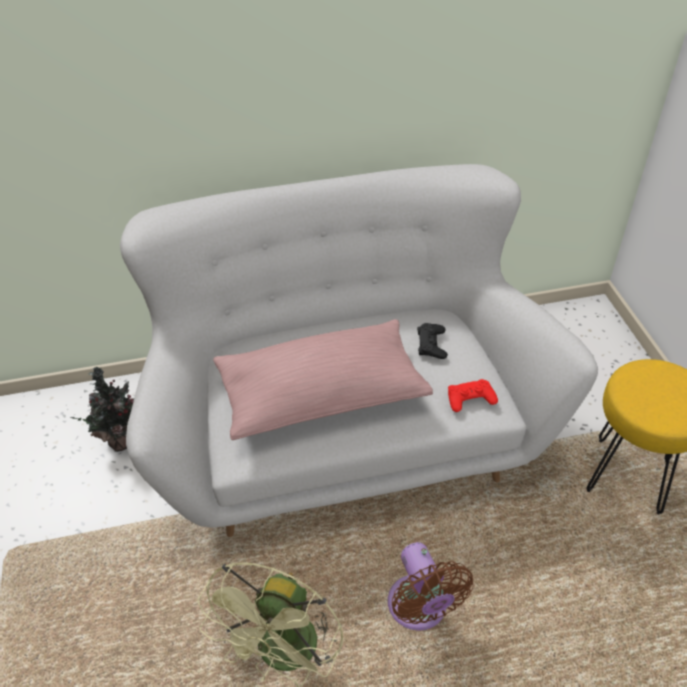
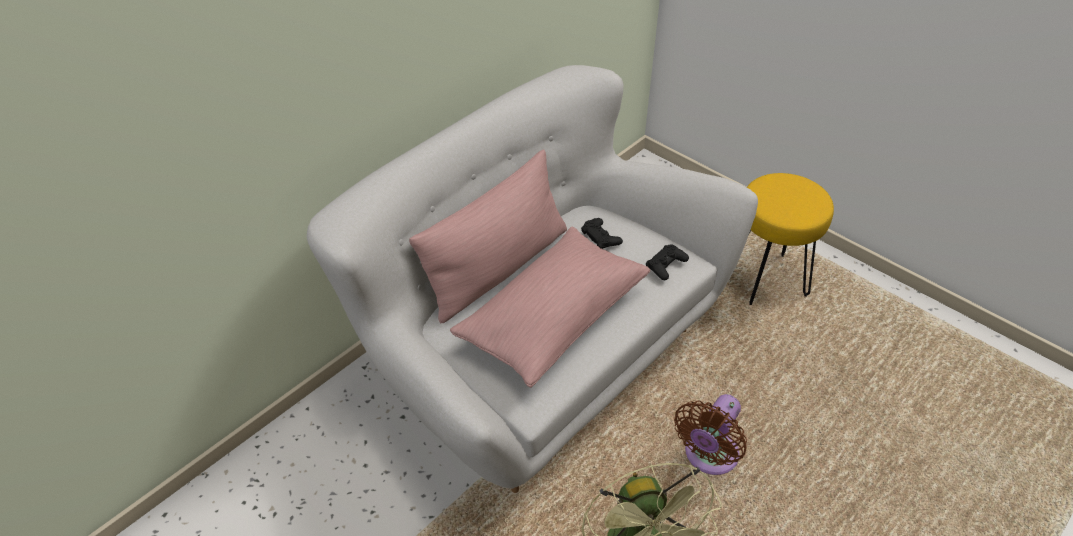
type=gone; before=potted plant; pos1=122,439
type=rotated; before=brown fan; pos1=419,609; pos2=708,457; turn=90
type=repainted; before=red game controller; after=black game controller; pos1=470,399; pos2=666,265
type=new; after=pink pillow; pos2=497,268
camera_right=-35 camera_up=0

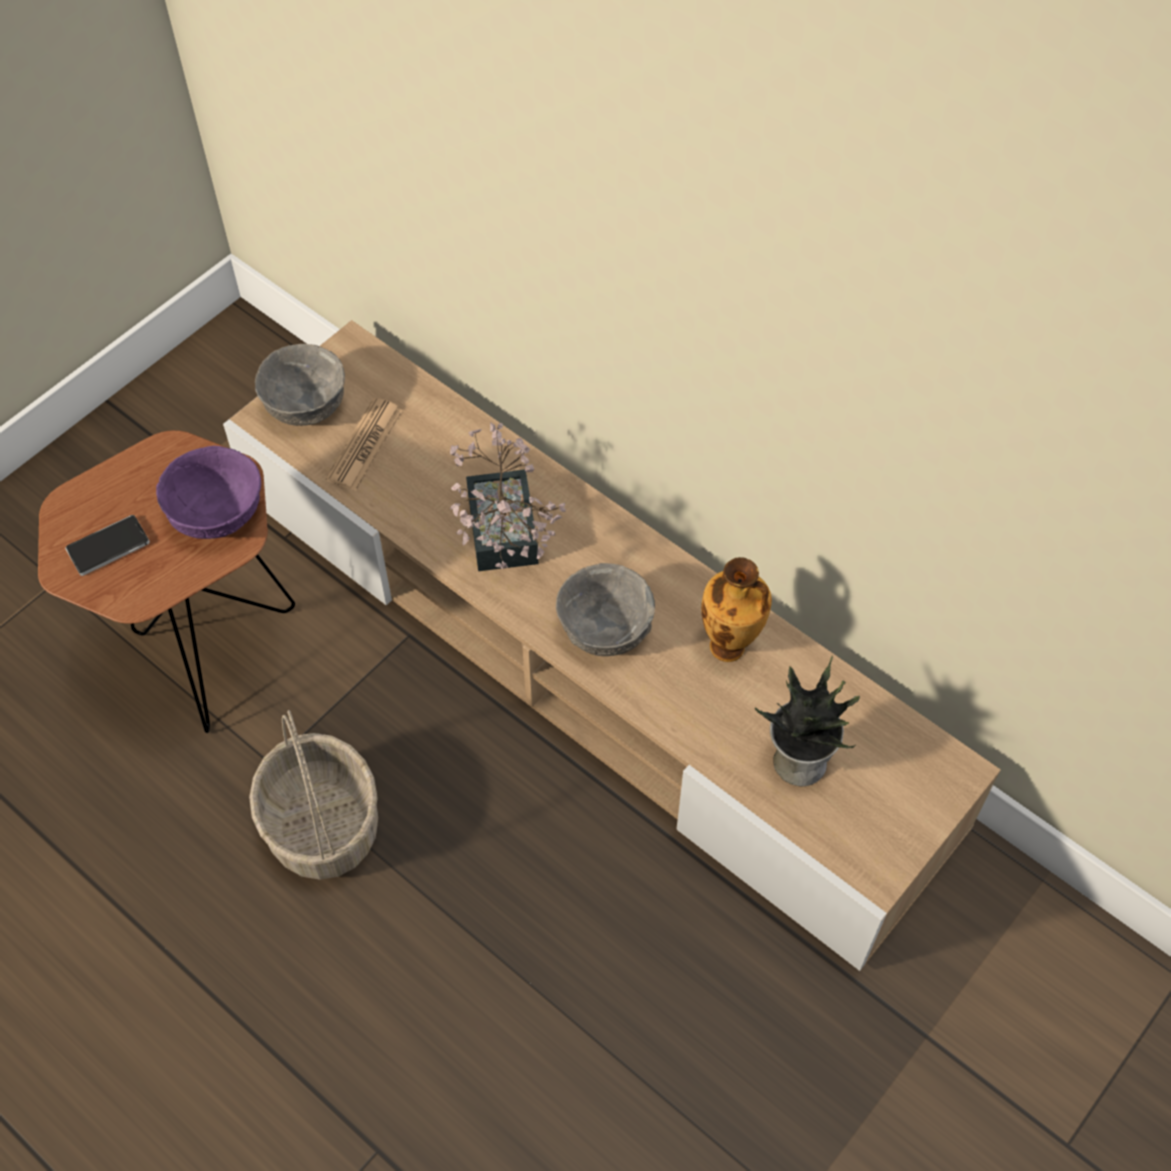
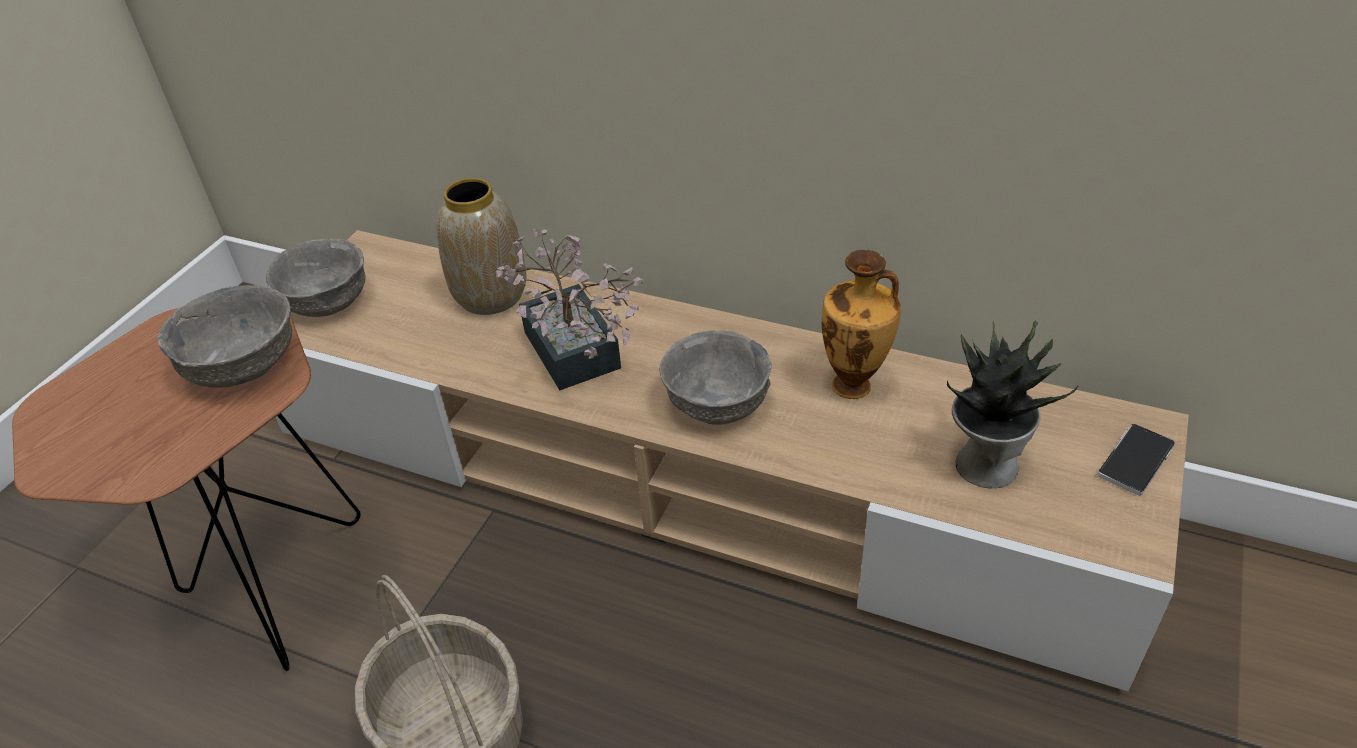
type=shifted; before=phone; pos1=108,546; pos2=1135,461
type=repainted; before=purple bowl; after=grey bowl; pos1=216,515; pos2=243,368
type=gone; before=newspaper; pos1=365,445
type=new; after=vase; pos2=490,296
camera_right=-15 camera_up=-15

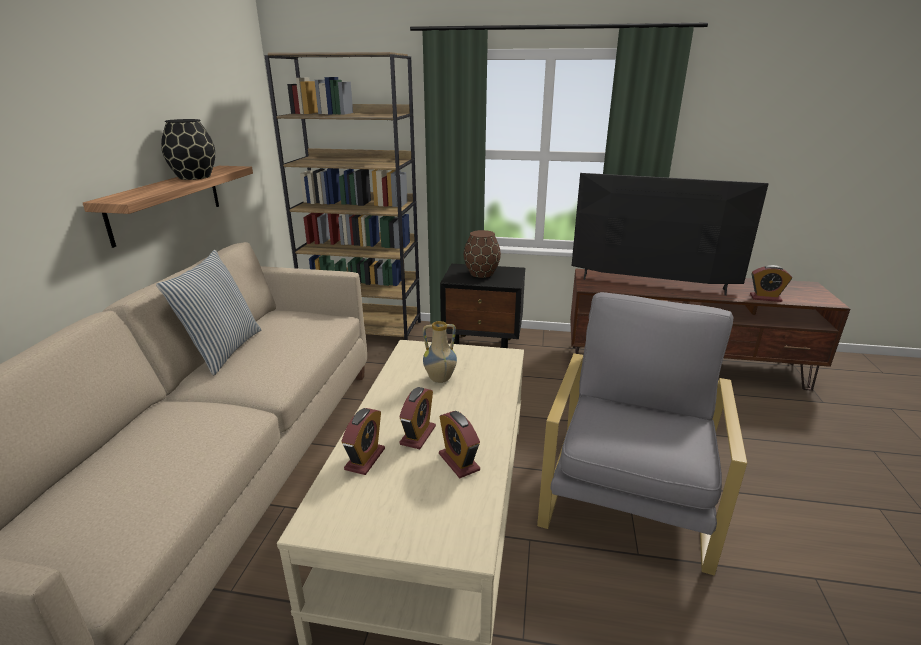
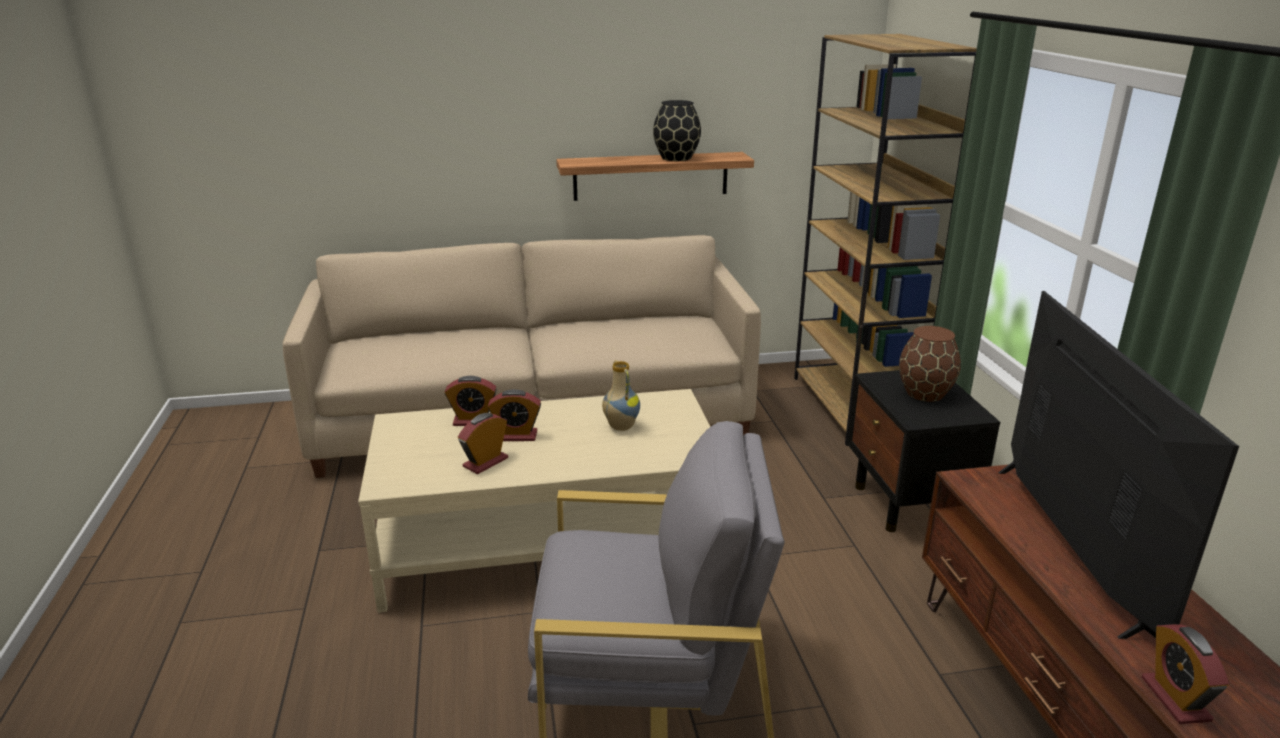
type=gone; before=pillow; pos1=223,350
camera_right=70 camera_up=0

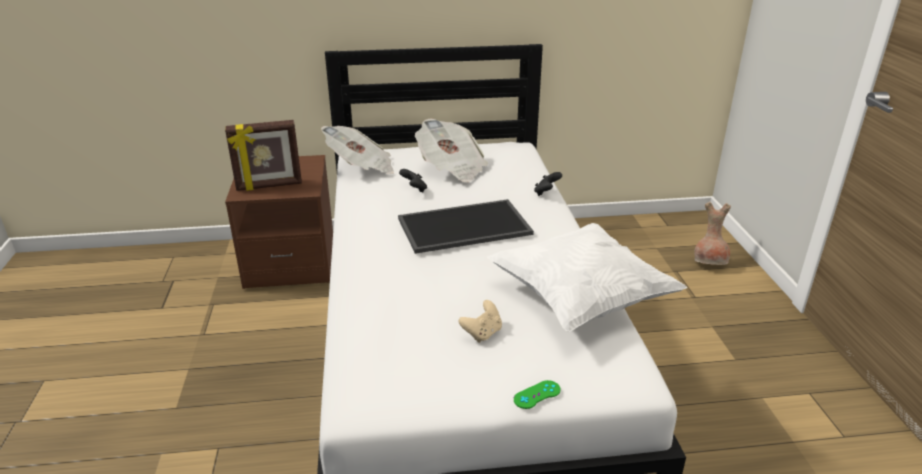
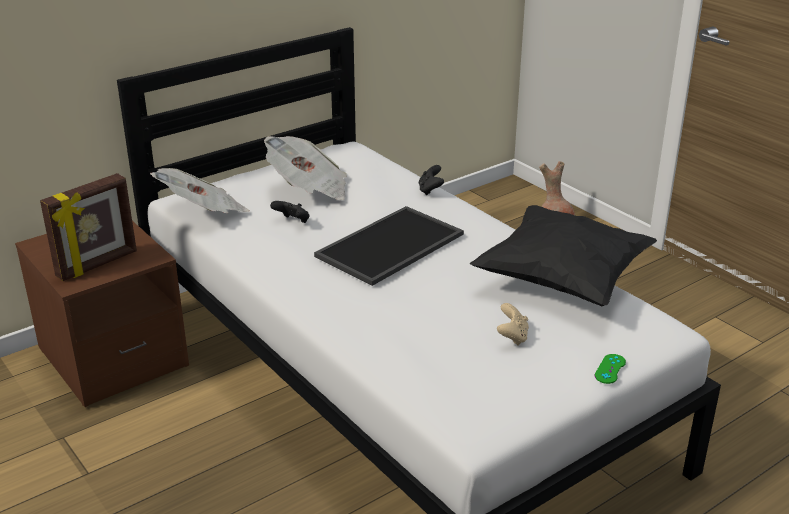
type=repainted; before=white pillow; after=black pillow; pos1=580,299; pos2=562,280
camera_right=-30 camera_up=0

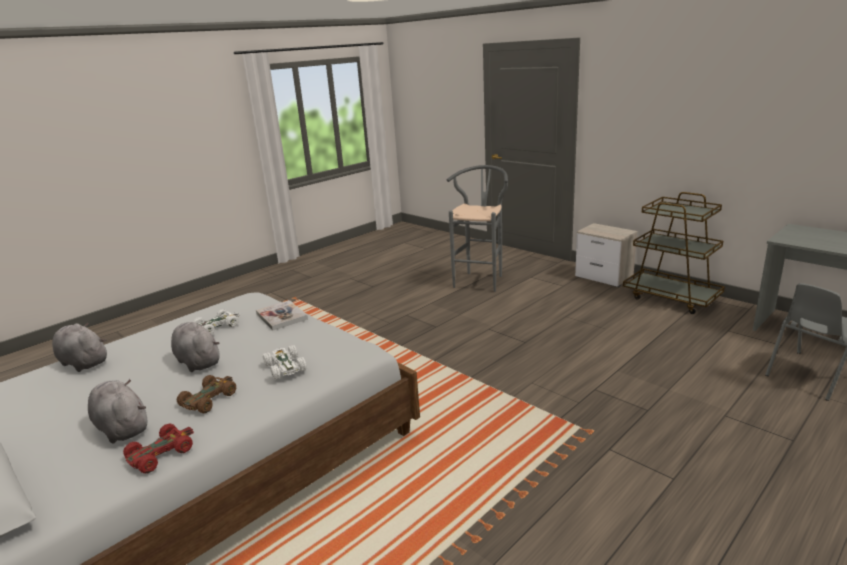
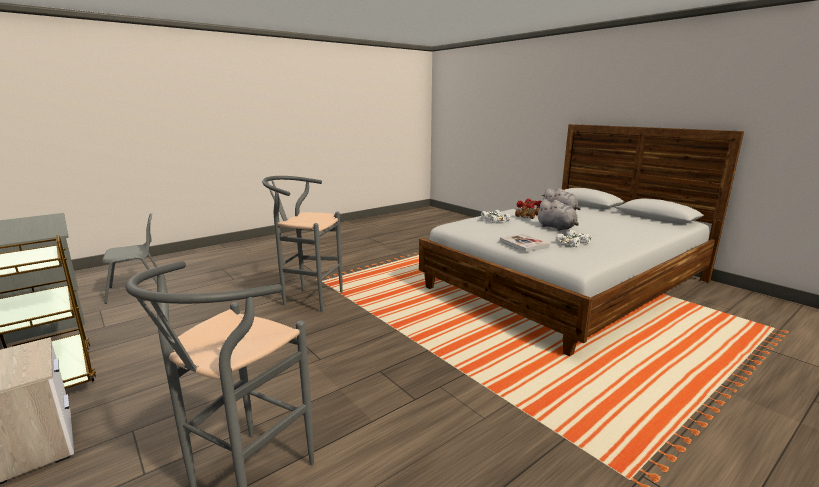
type=gone; before=grey plush toy; pos1=83,362
type=new; after=grey stool; pos2=307,298
camera_right=-175 camera_up=-5

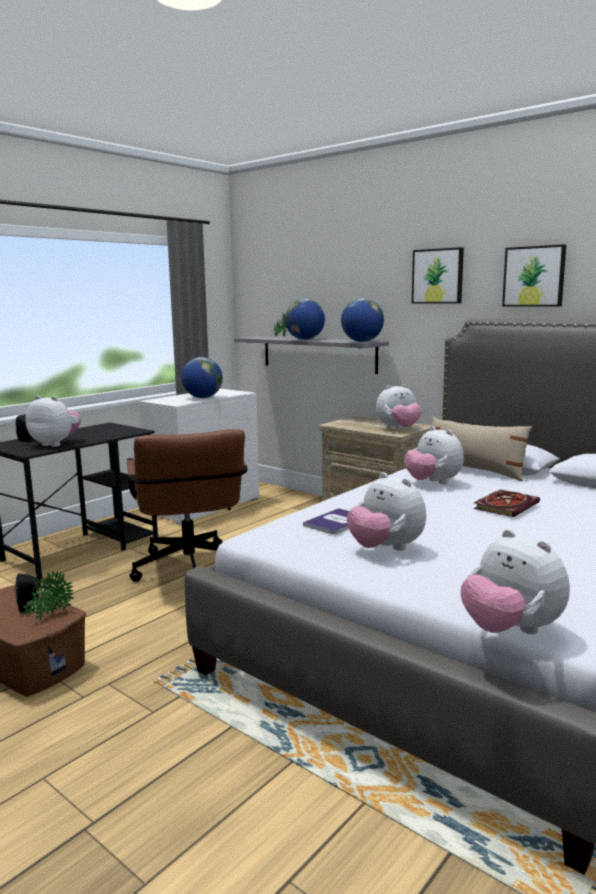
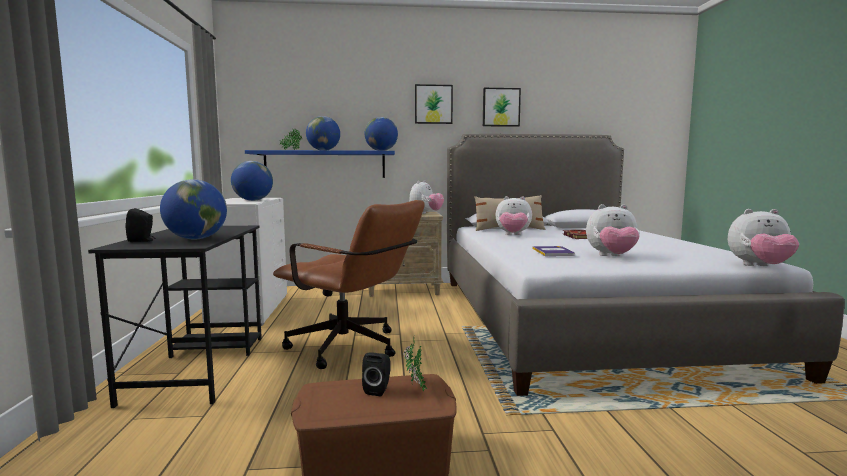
type=swapped; before=plush toy; after=globe; pos1=56,444; pos2=196,239
type=repainted; before=grey shelf; after=blue shelf; pos1=318,354; pos2=325,164
camera_right=-45 camera_up=-5

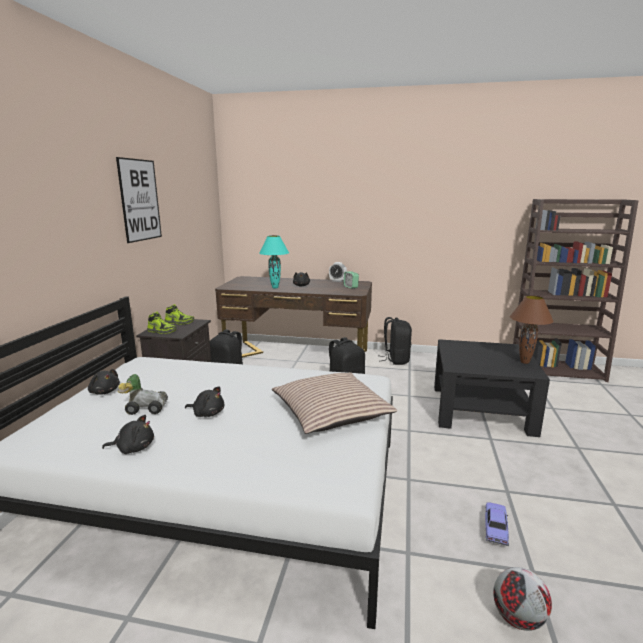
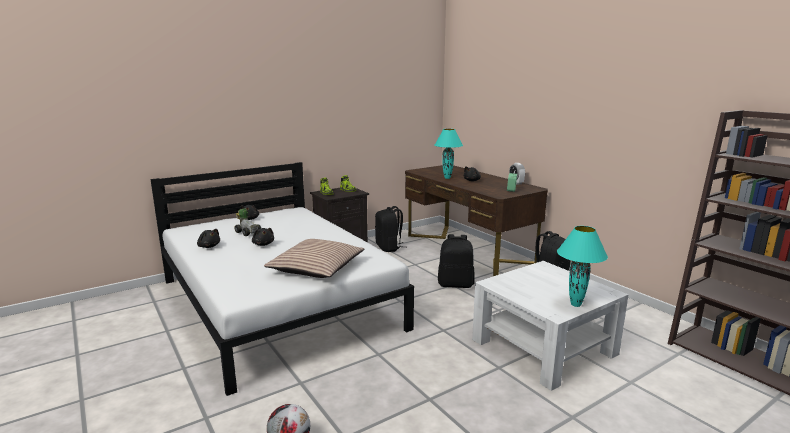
type=gone; before=picture; pos1=140,200
type=repainted; before=black coffee table; after=white coffee table; pos1=481,409; pos2=543,347
type=gone; before=toy car; pos1=495,528
type=repainted; before=brown table lamp; after=turquoise table lamp; pos1=524,362; pos2=575,304
camera_right=45 camera_up=0

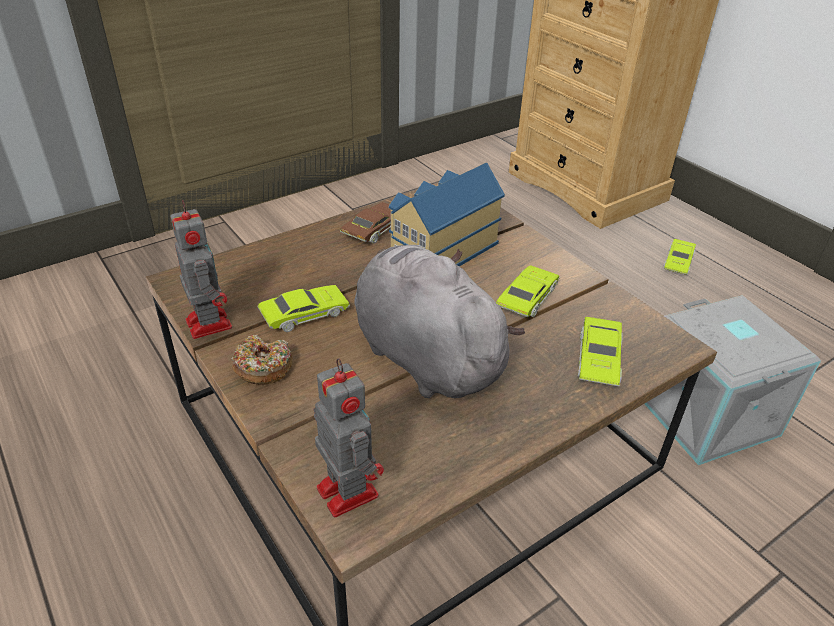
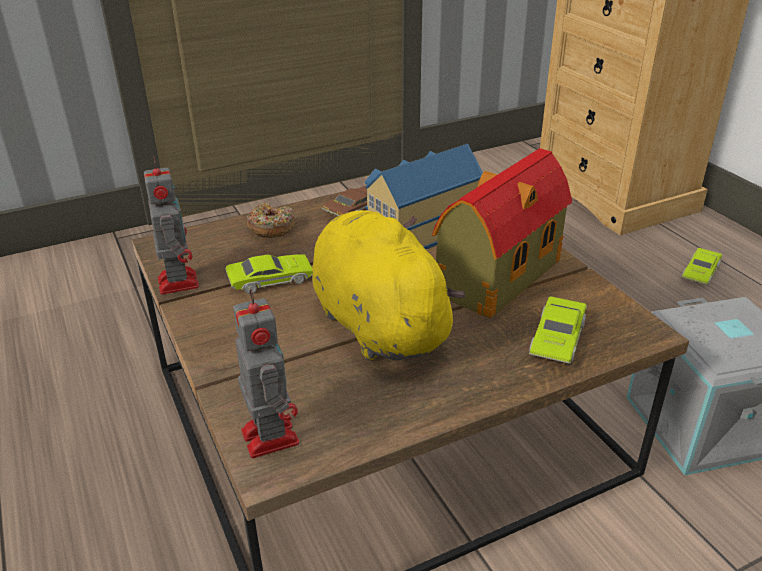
type=shifted; before=donut; pos1=263,367; pos2=271,228
type=repainted; before=grey plush toy; after=yellow plush toy; pos1=423,355; pos2=377,323
type=swapped; before=green toy car; after=toy house; pos1=527,298; pos2=496,278
camera_right=10 camera_up=-5

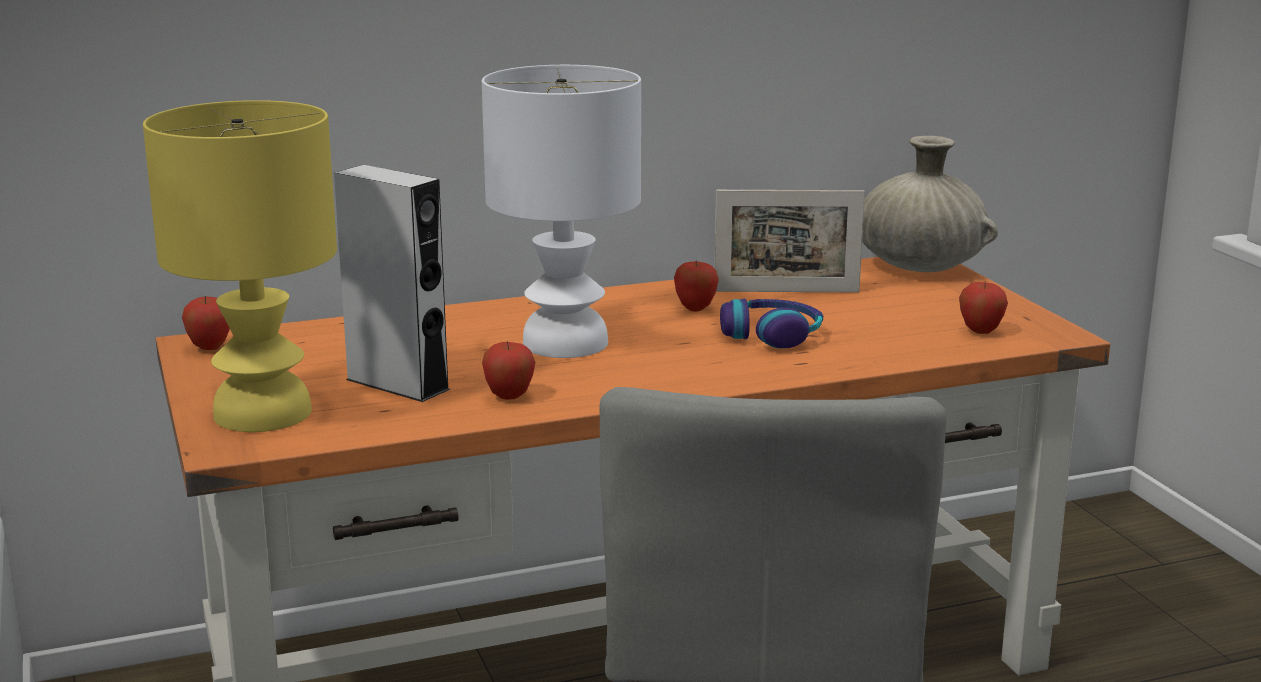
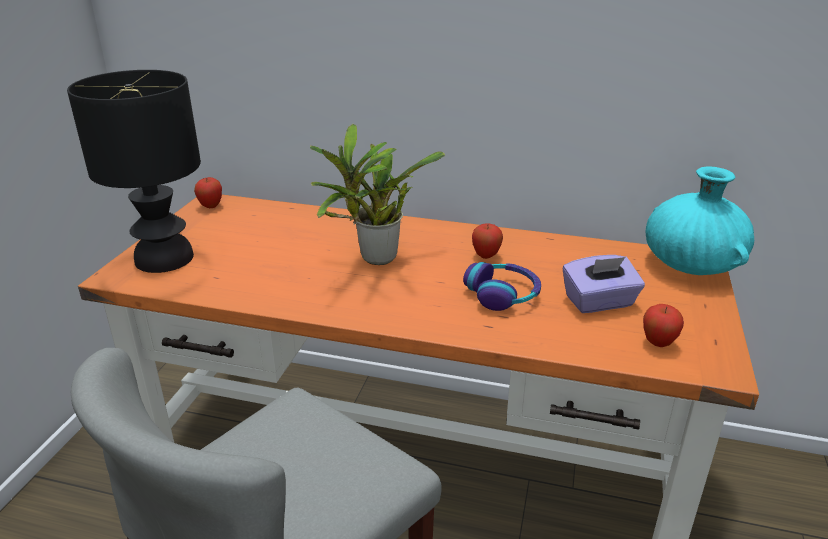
type=repainted; before=yellow table lamp; after=black table lamp; pos1=260,412; pos2=164,258
type=gone; before=grey speaker; pos1=397,384
type=swapped; before=white table lamp; after=potted plant; pos1=566,344; pos2=374,260
type=gone; before=apple; pos1=509,397
type=gone; before=picture frame; pos1=786,291
type=repainted; before=beige vase; after=turquoise vase; pos1=920,266; pos2=691,265
type=new; after=purple tissue box; pos2=599,302
camera_right=35 camera_up=10

